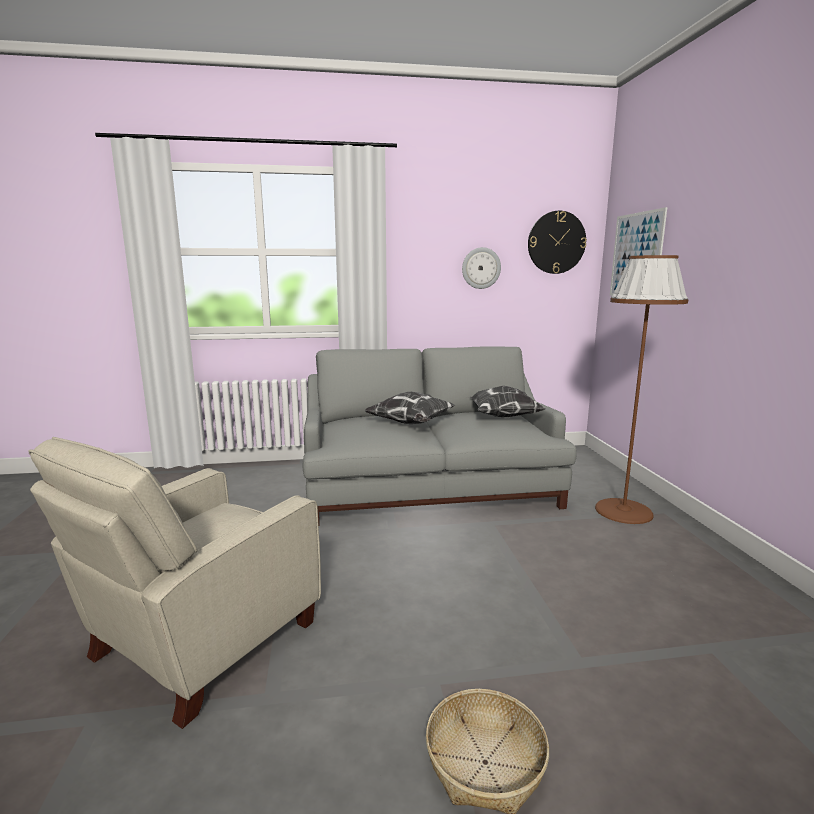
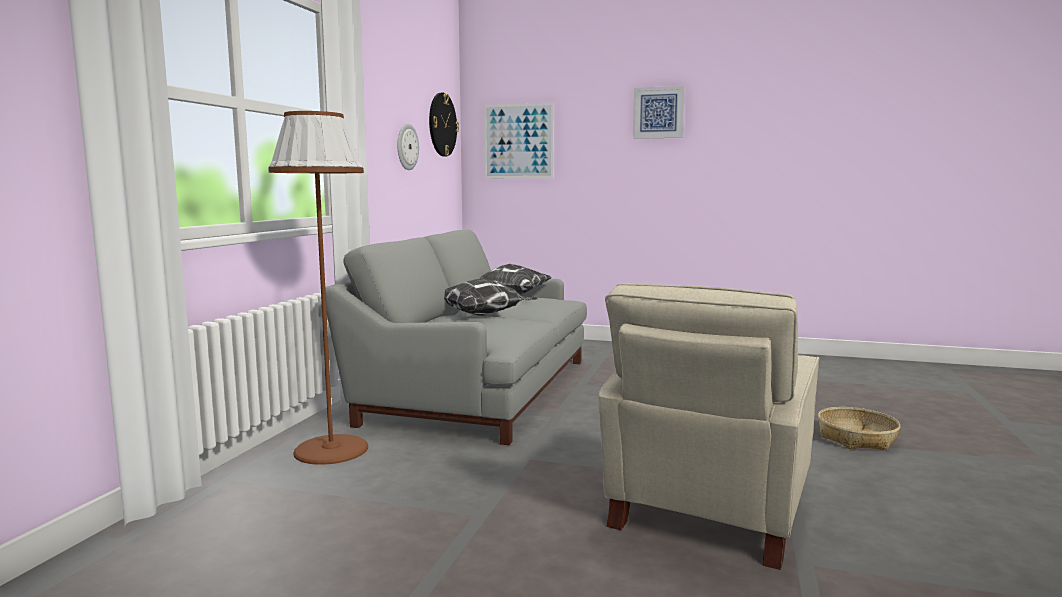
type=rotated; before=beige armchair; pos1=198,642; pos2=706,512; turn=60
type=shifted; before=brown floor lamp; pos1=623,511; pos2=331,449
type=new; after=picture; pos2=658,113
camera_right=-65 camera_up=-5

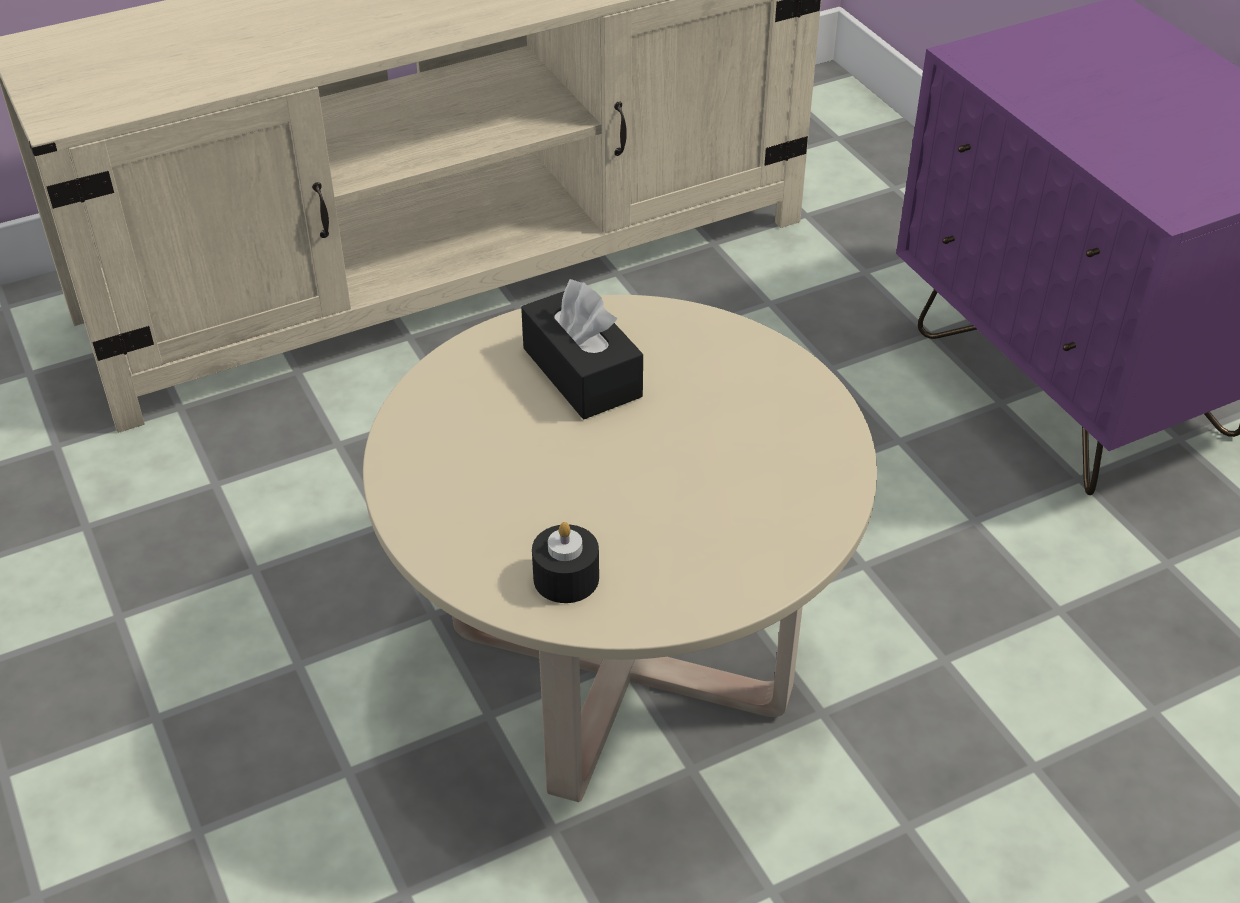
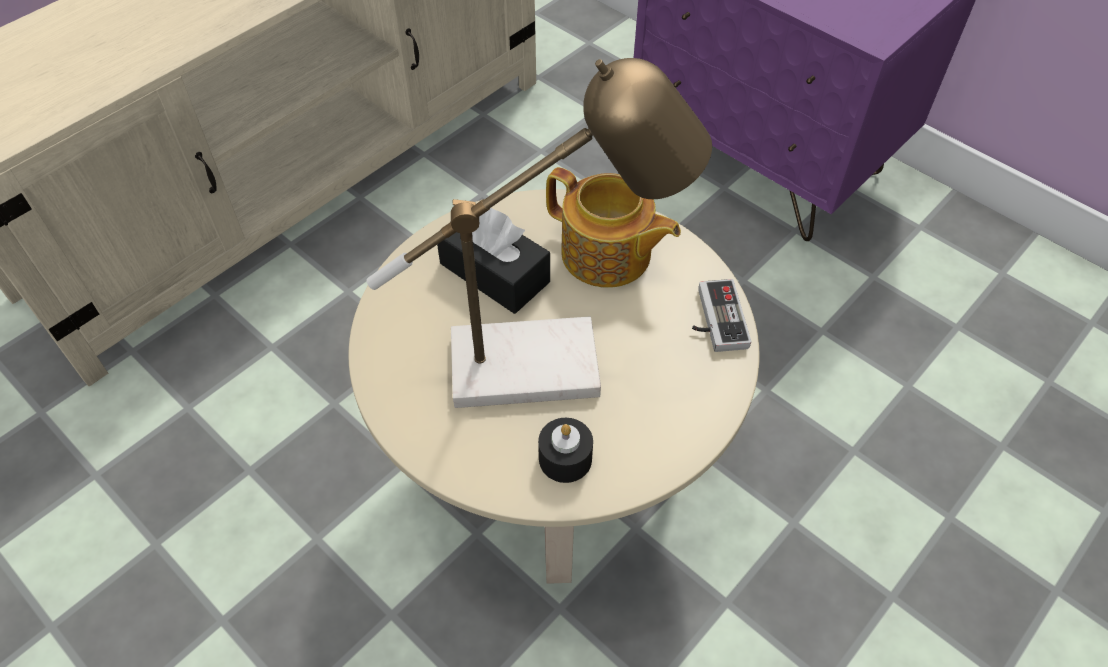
type=new; after=table lamp; pos2=546,362
type=new; after=teapot; pos2=607,255
type=new; after=game controller; pos2=714,319
camera_right=-20 camera_up=10

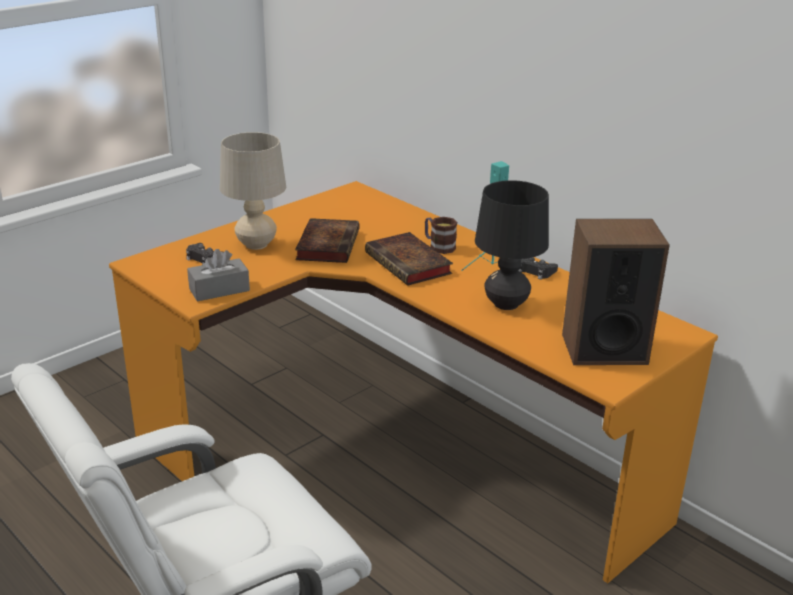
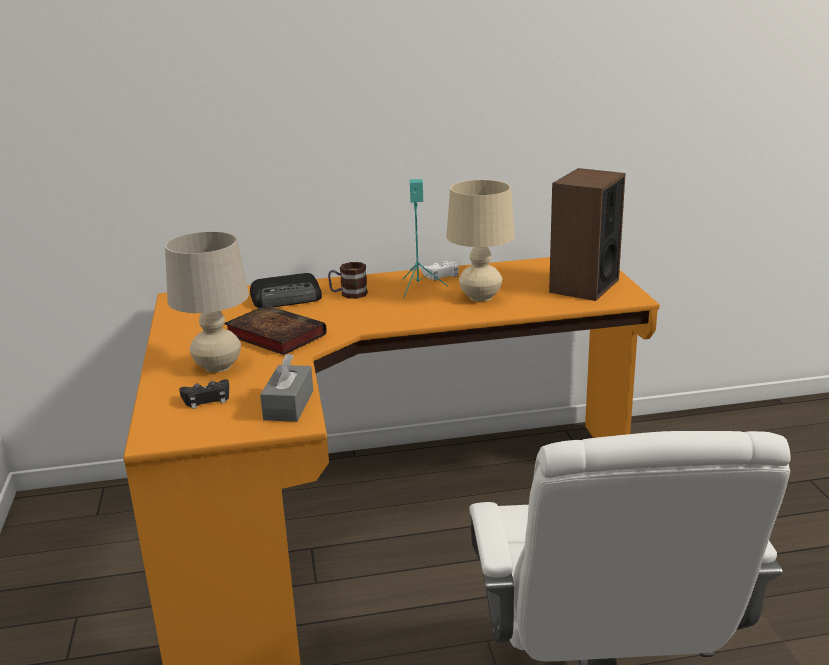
type=gone; before=book; pos1=410,264
type=repainted; before=black table lamp; after=beige table lamp; pos1=506,304; pos2=480,297
type=repainted; before=black game controller; after=white game controller; pos1=535,271; pos2=441,275
type=new; after=radio; pos2=288,298
camera_right=-55 camera_up=-5

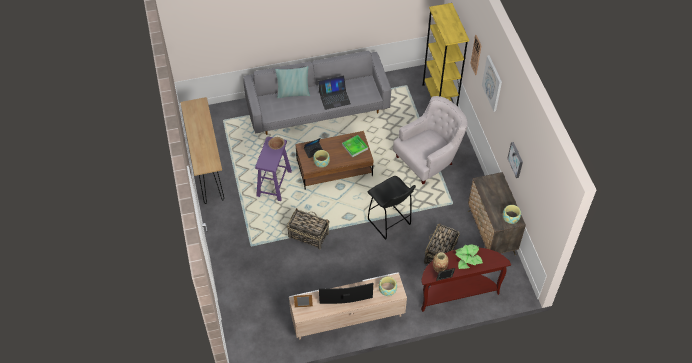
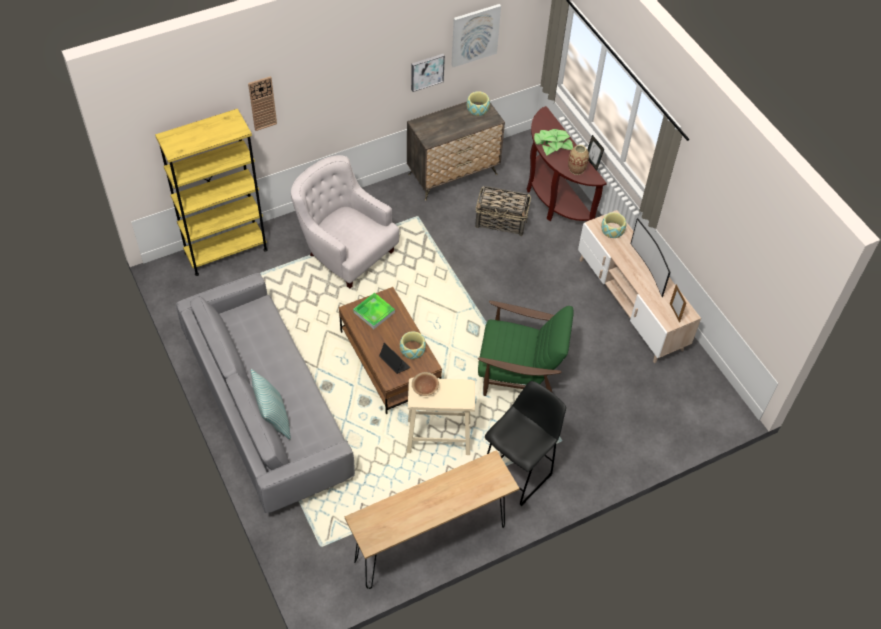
type=repainted; before=purple stool; after=beige stool; pos1=274,183; pos2=438,436
type=swapped; before=basket; after=green armchair; pos1=308,235; pos2=519,372
type=gone; before=laptop; pos1=334,97
type=shifted; before=black stool; pos1=390,223; pos2=518,473
type=shifted; before=picture; pos1=492,83; pos2=475,35
camera_right=-105 camera_up=0

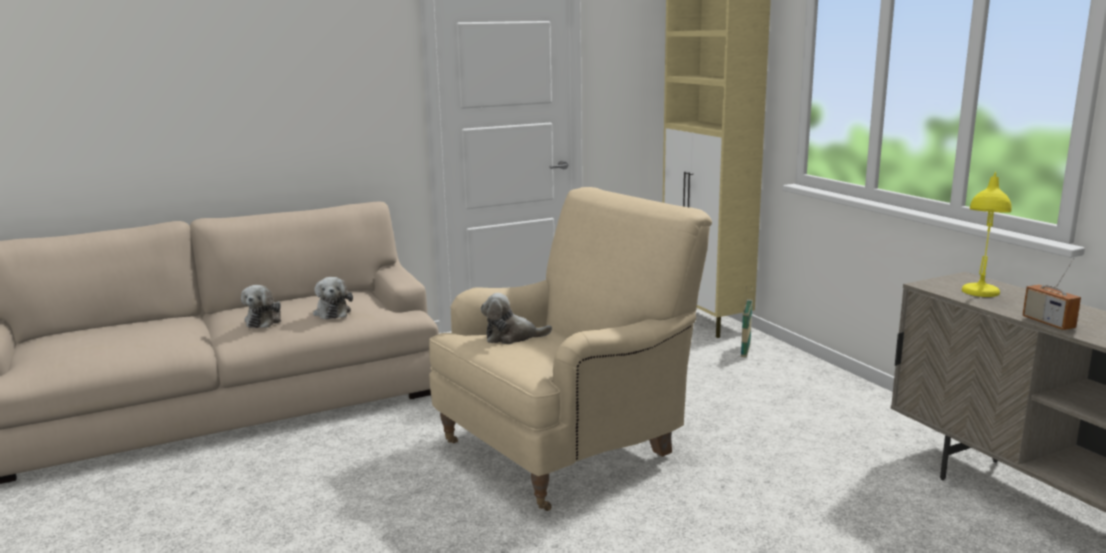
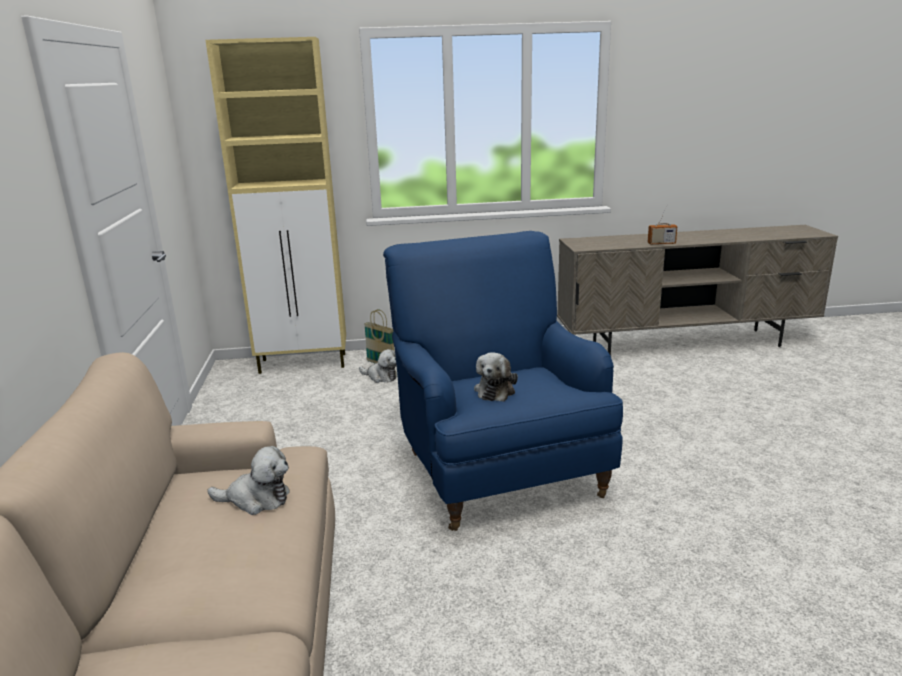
type=shifted; before=plush toy; pos1=265,320; pos2=381,377
type=repainted; before=beige armchair; after=blue armchair; pos1=566,447; pos2=498,470
type=gone; before=yellow table lamp; pos1=978,295
camera_right=-70 camera_up=5

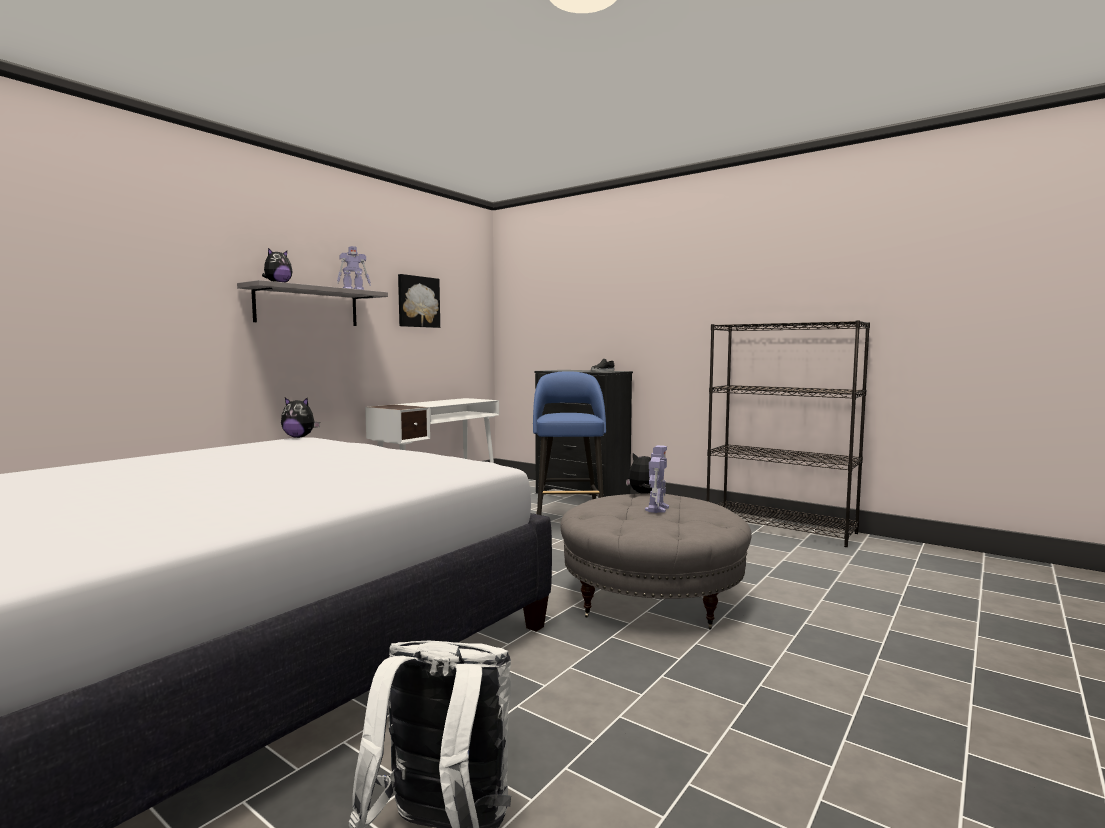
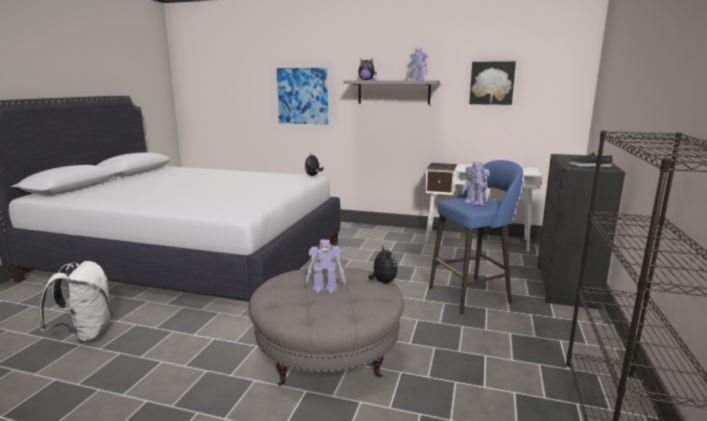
type=new; after=picture; pos2=302,96
type=new; after=toy robot; pos2=474,203
camera_right=70 camera_up=10

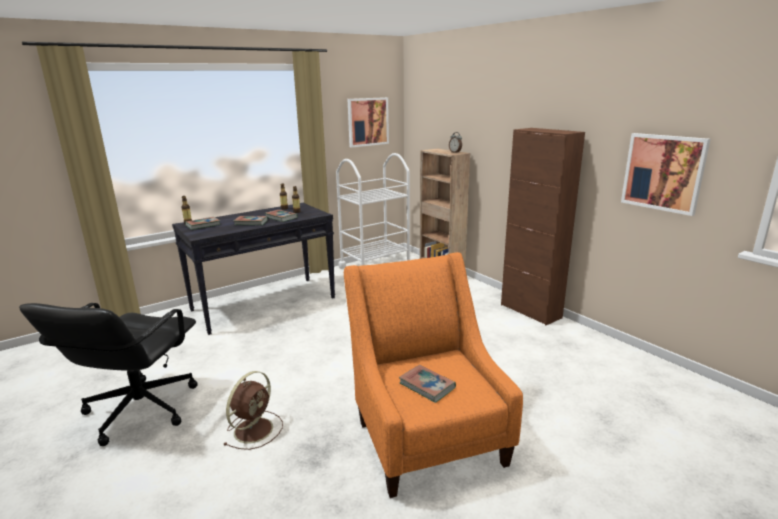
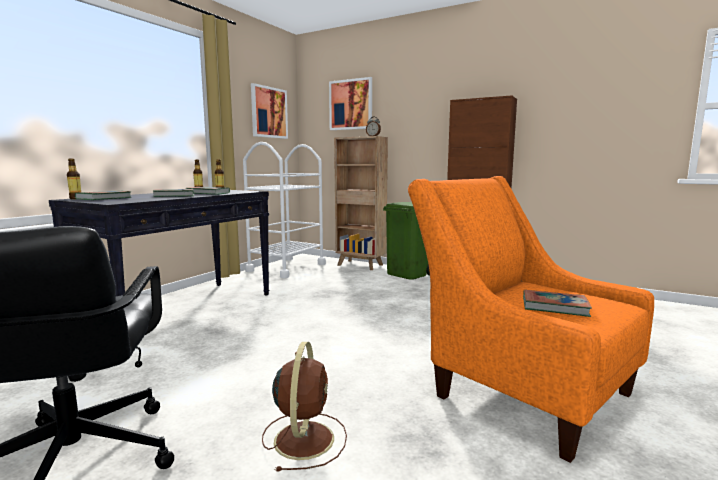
type=shifted; before=picture; pos1=663,172; pos2=351,104
type=new; after=green trash can; pos2=408,274
camera_right=-25 camera_up=-10

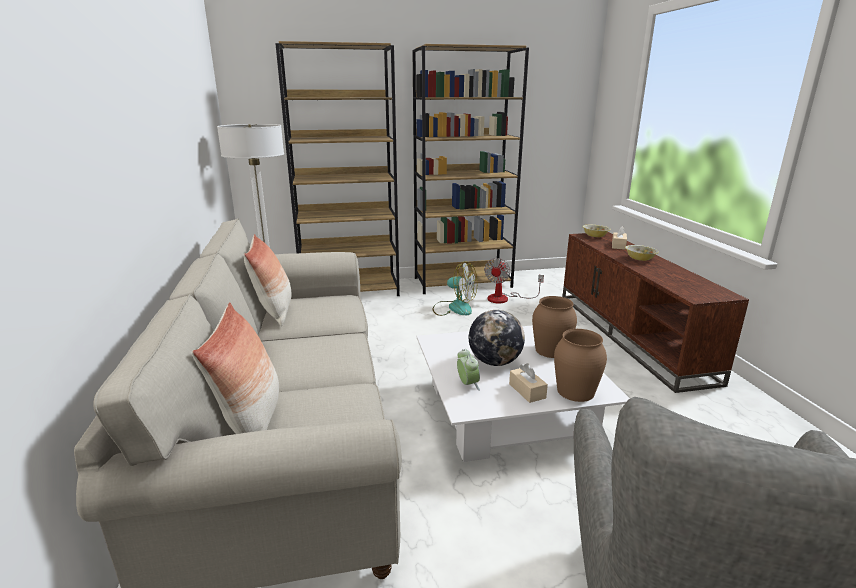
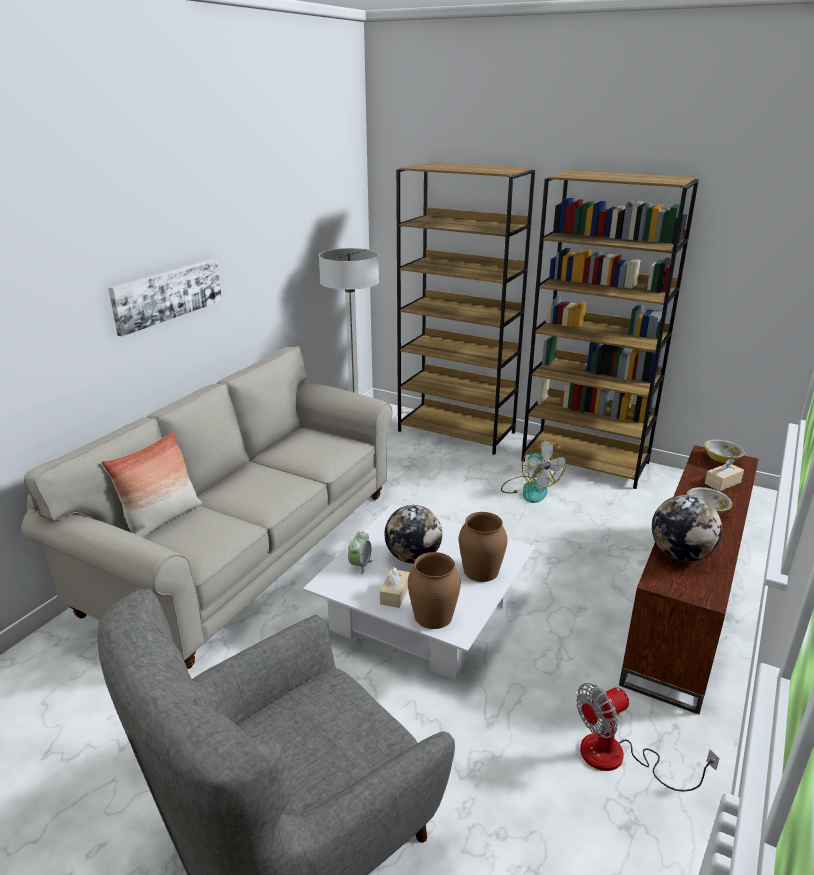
type=gone; before=pillow; pos1=274,311
type=shifted; before=fan; pos1=505,298; pos2=618,758
type=new; after=picture; pos2=167,294
type=new; after=globe; pos2=680,554
camera_right=40 camera_up=5

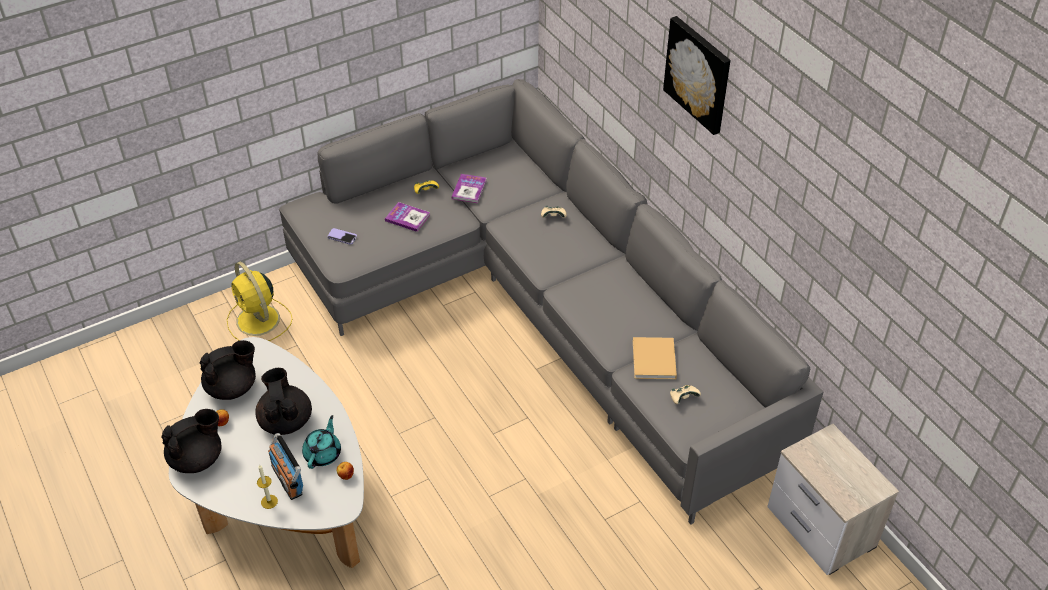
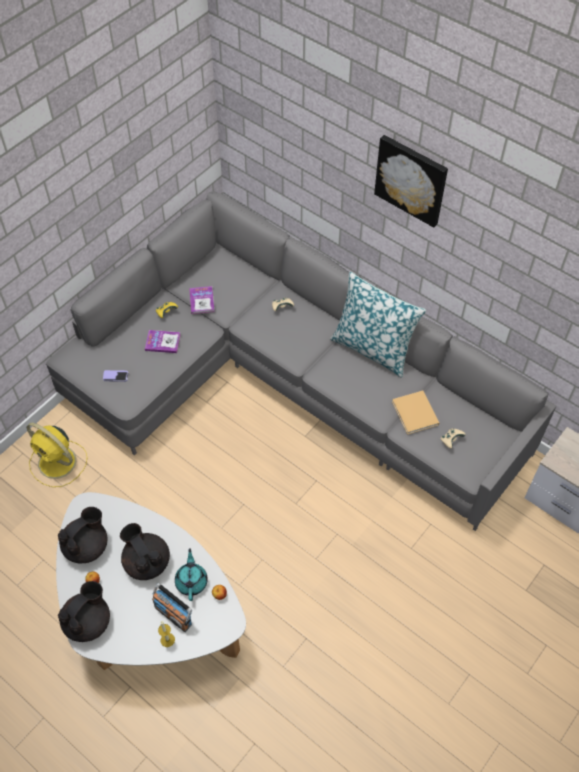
type=new; after=pillow; pos2=373,348
camera_right=-20 camera_up=10

